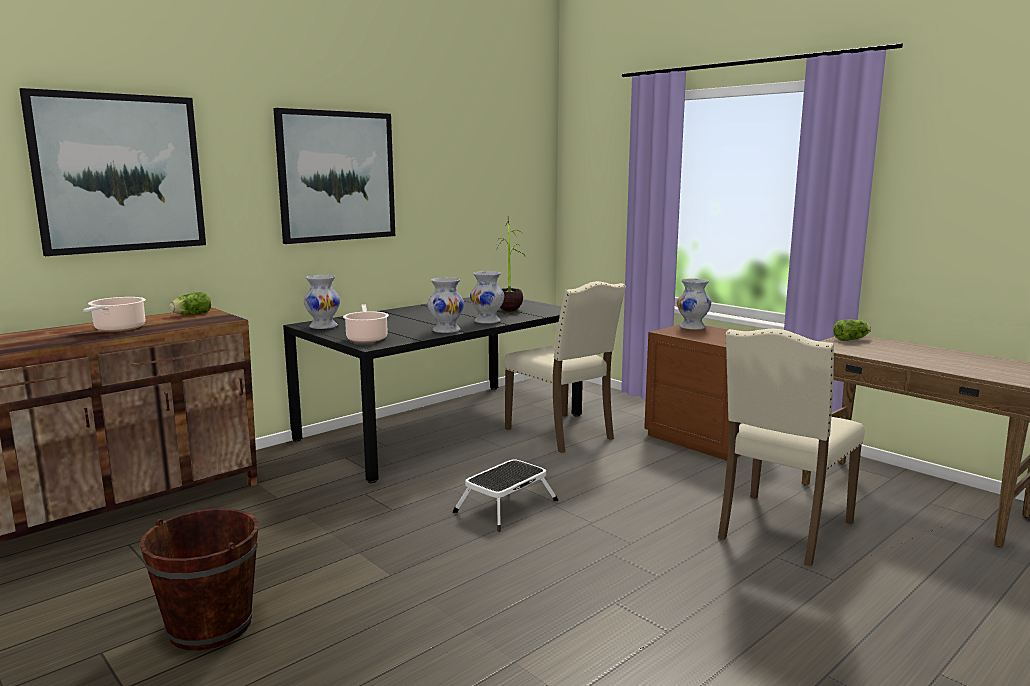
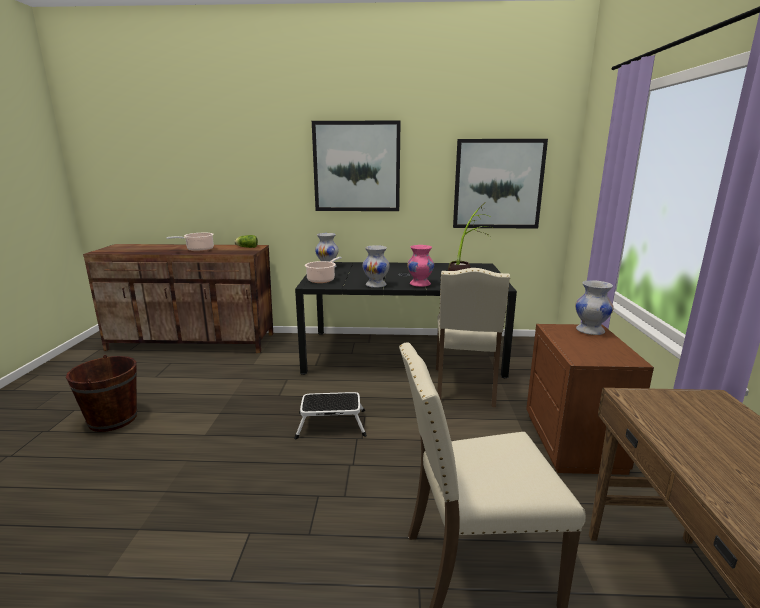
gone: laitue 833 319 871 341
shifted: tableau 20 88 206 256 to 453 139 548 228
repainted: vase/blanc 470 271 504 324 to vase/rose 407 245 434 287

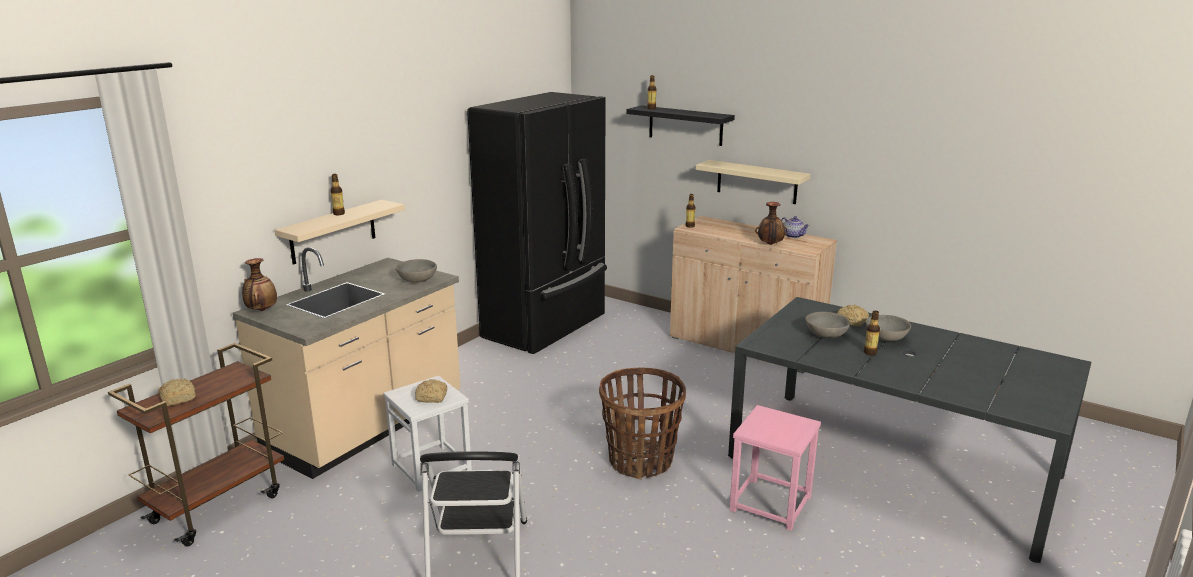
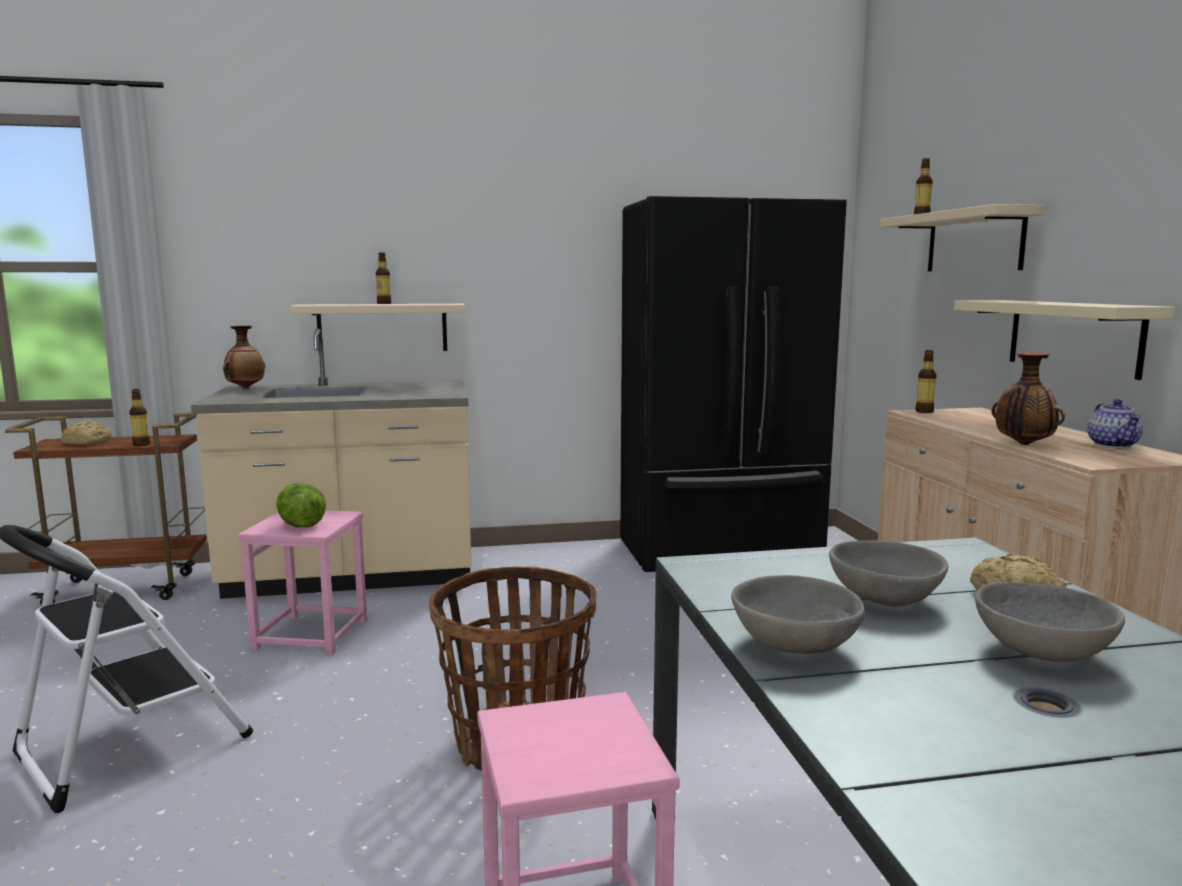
shifted: bouteille 864 311 880 355 to 129 389 150 446; bol/gris 396 259 437 283 to 731 575 865 654
swapped: pain 415 379 447 403 to laitue 276 483 326 528
repainted: tabouret/blanc 383 376 472 492 to tabouret/rose 238 510 367 655; étagère/noir 626 106 735 146 to étagère/beige 880 204 1045 272

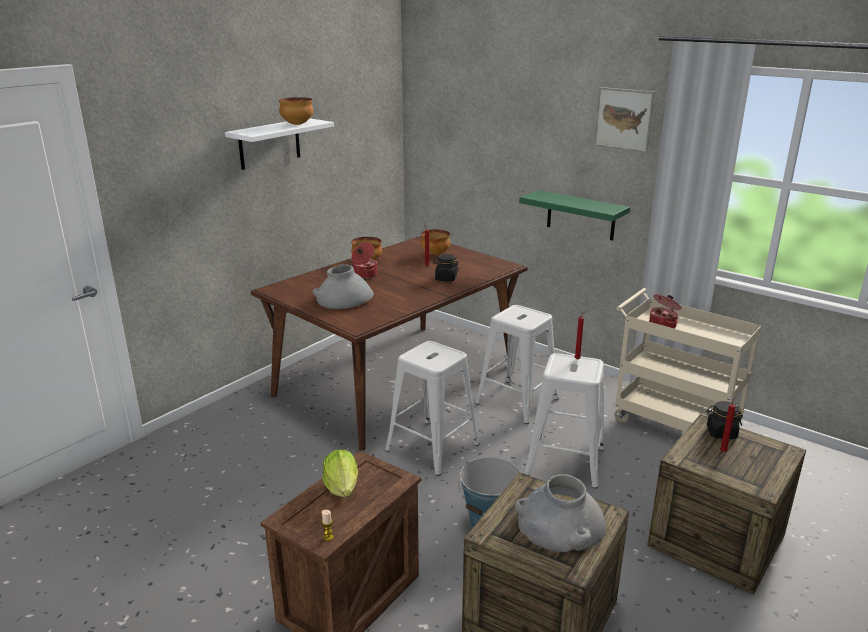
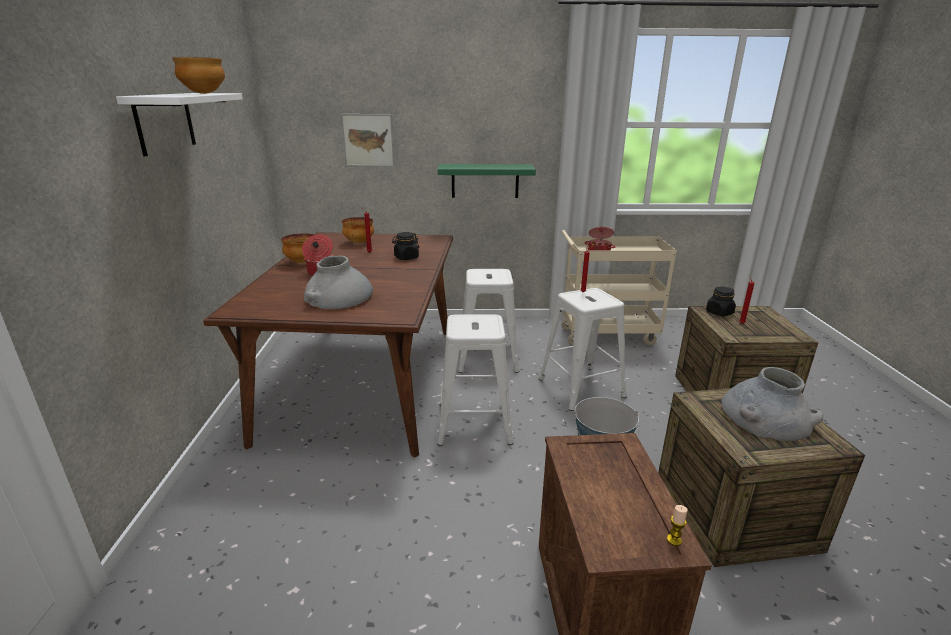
gone: laitue 323 450 358 497
shifted: tableau 594 87 655 153 to 341 114 395 167

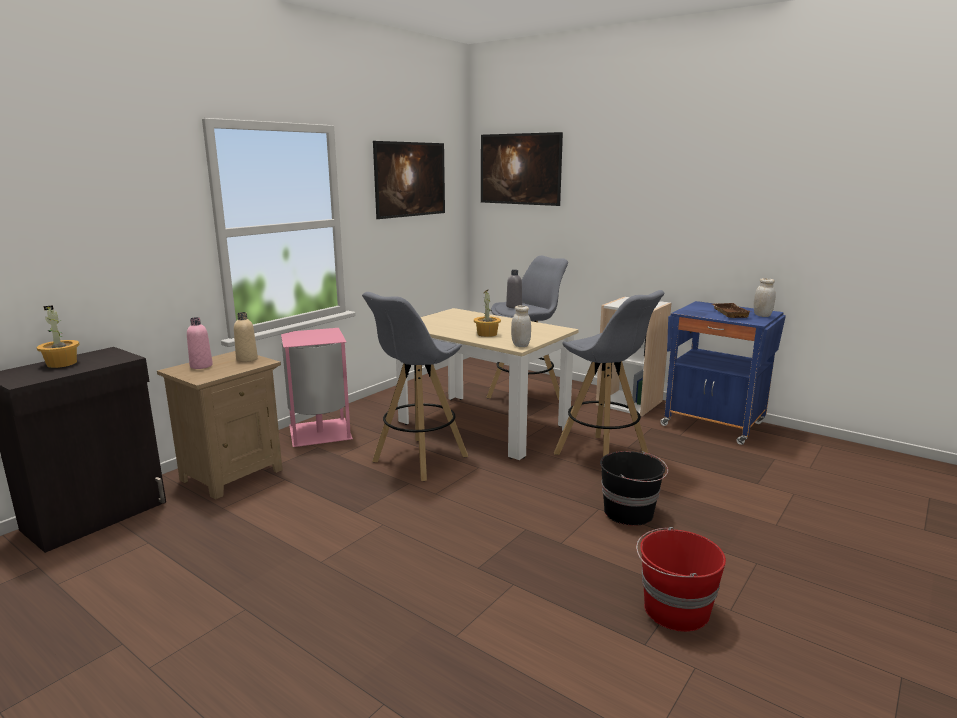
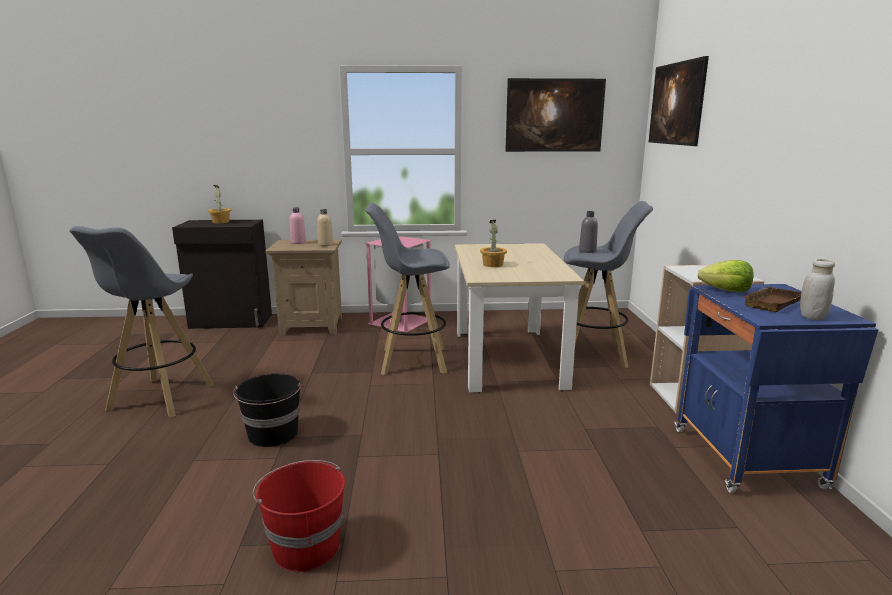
gone: bocal/blanc 511 305 531 347
new: laitue 698 260 754 292
shifted: tabouret/gris 554 290 665 457 to 70 226 214 418; seau/noir 600 451 668 526 to 233 373 301 447

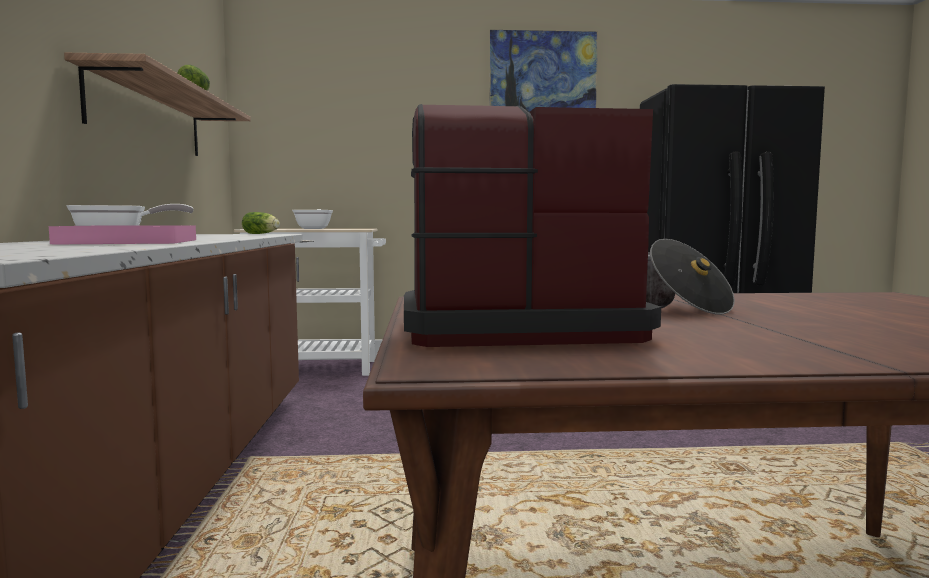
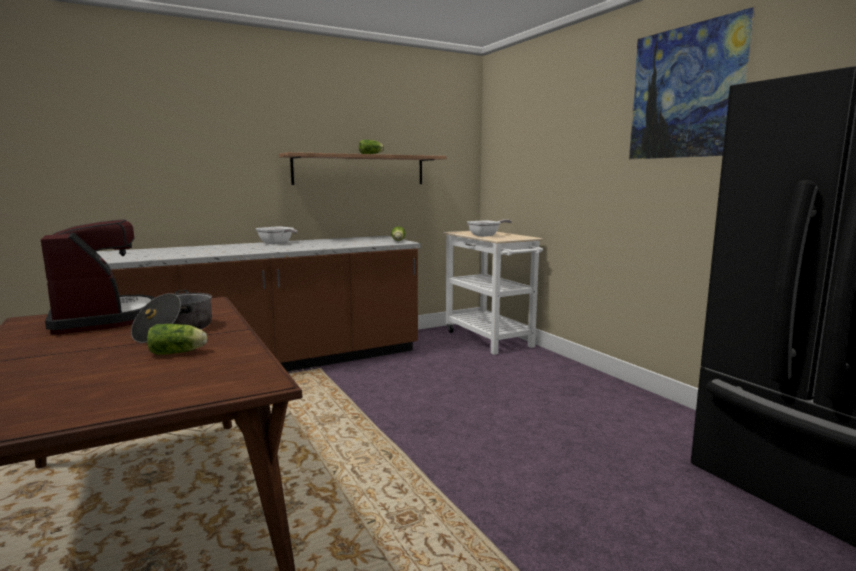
gone: plateau/rose 49 225 196 245
new: laitue 147 324 207 355

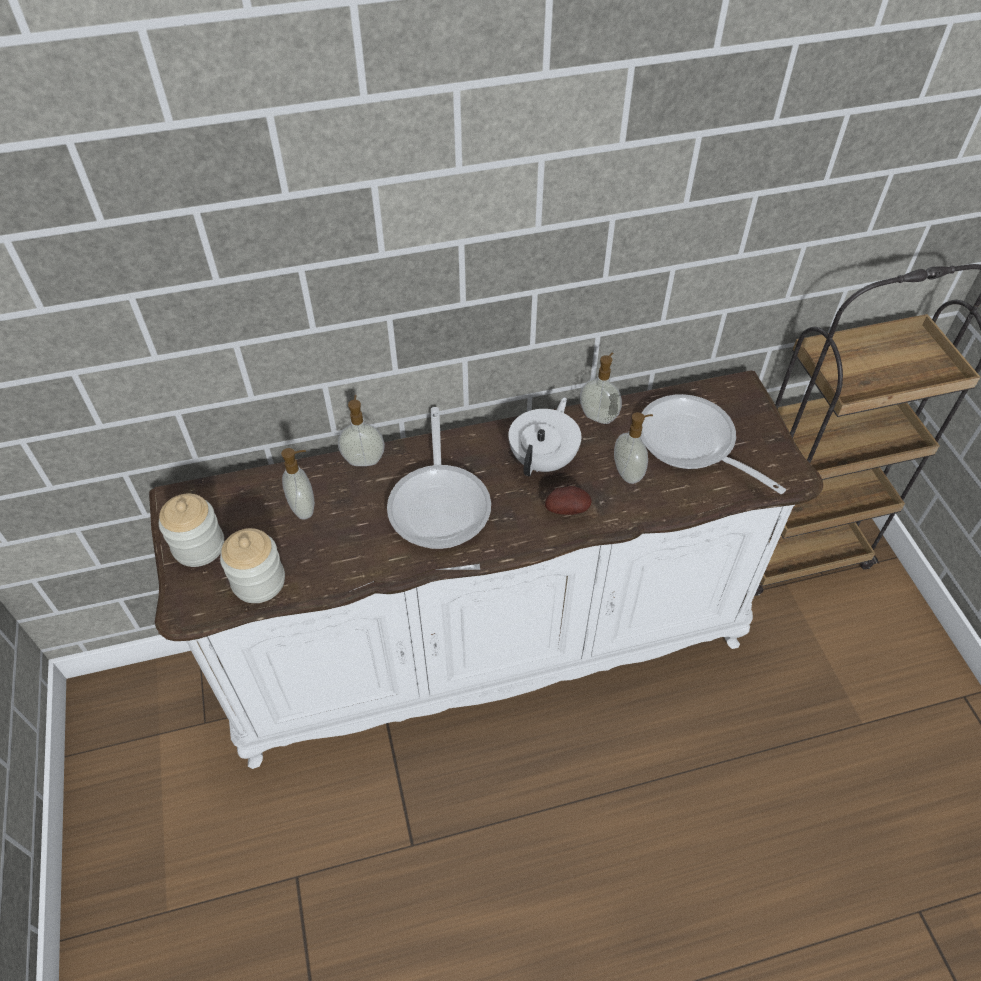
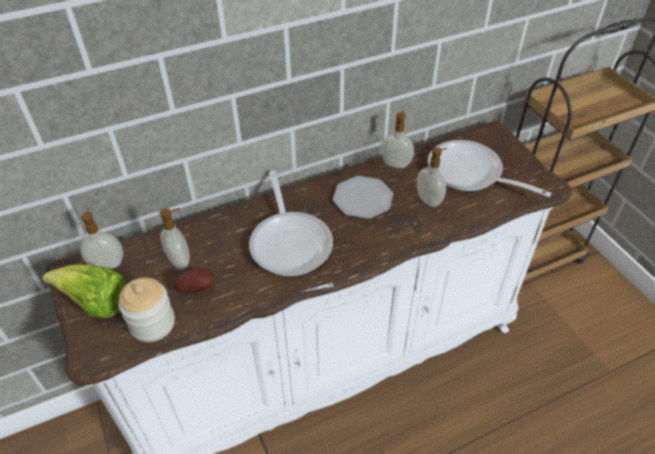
shifted: distributeur de savon 338 395 385 466 to 80 208 124 269; pomme de terre 545 486 592 515 to 174 267 214 293
swapped: bocal 159 493 224 567 to laitue 43 264 126 318; théière/blanc 508 397 581 476 to assiette 333 176 393 219

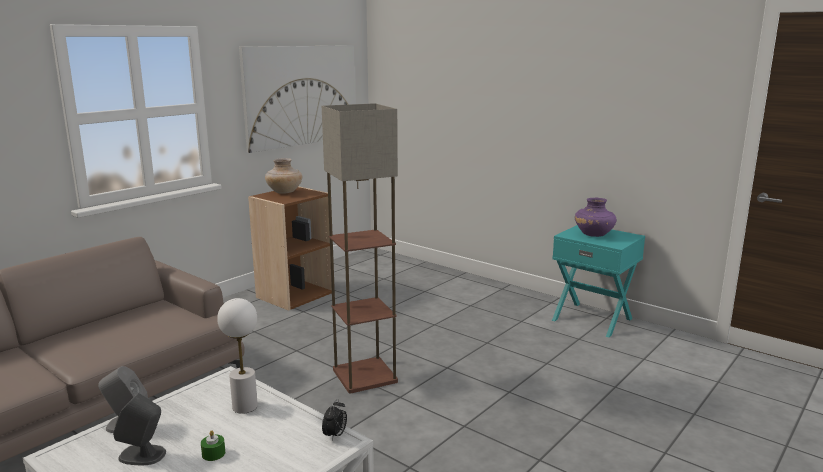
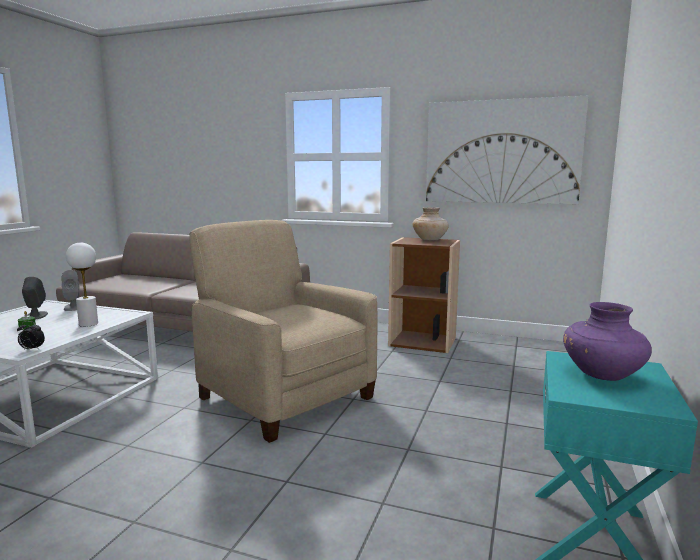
swapped: lampadaire 322 103 398 394 to fauteuil/beige 189 220 377 443

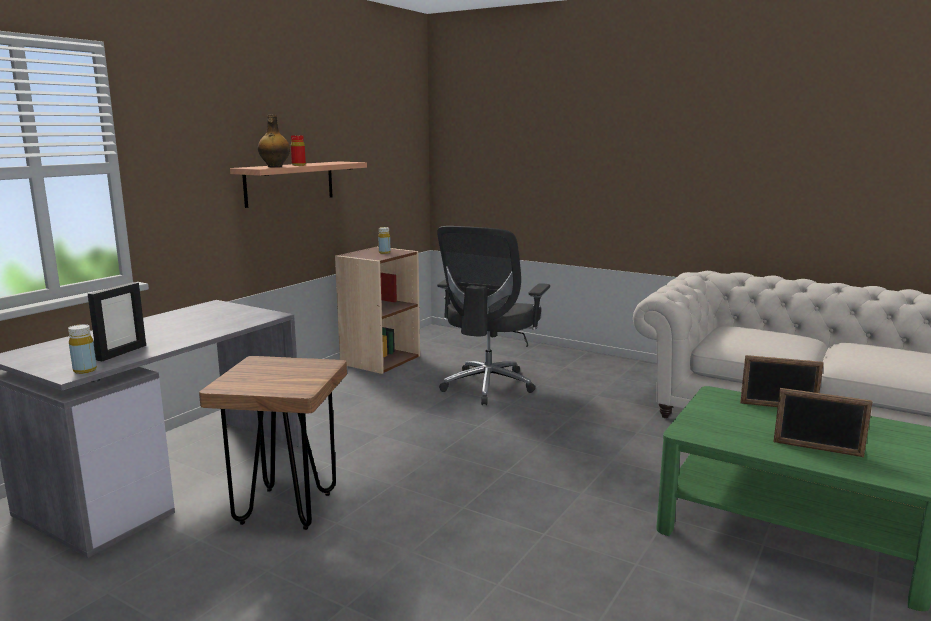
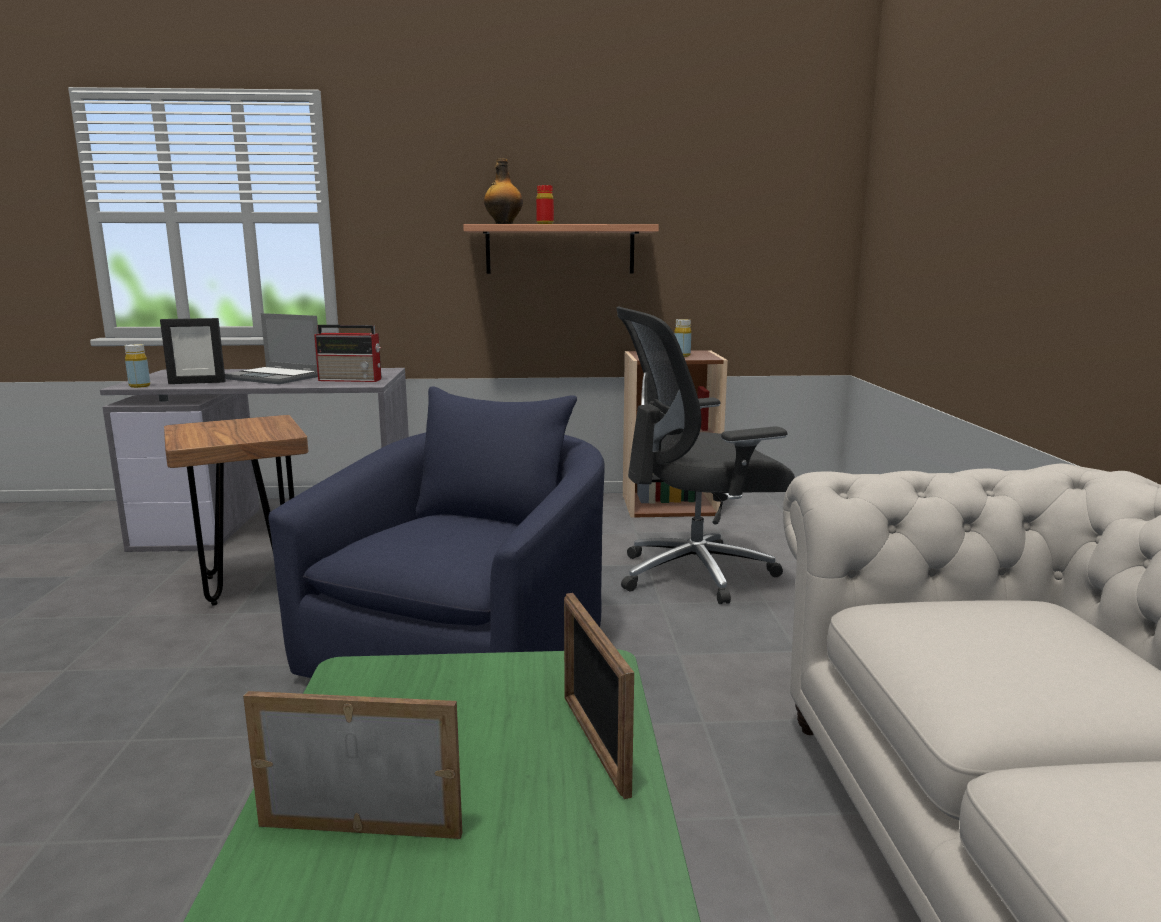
new: ordinateur portable 225 313 318 384; fauteuil/bleu 268 386 605 678; radio 314 325 382 382
rotated: cadre photo 773 388 873 457 = 243 691 462 839 105 degrees clockwise

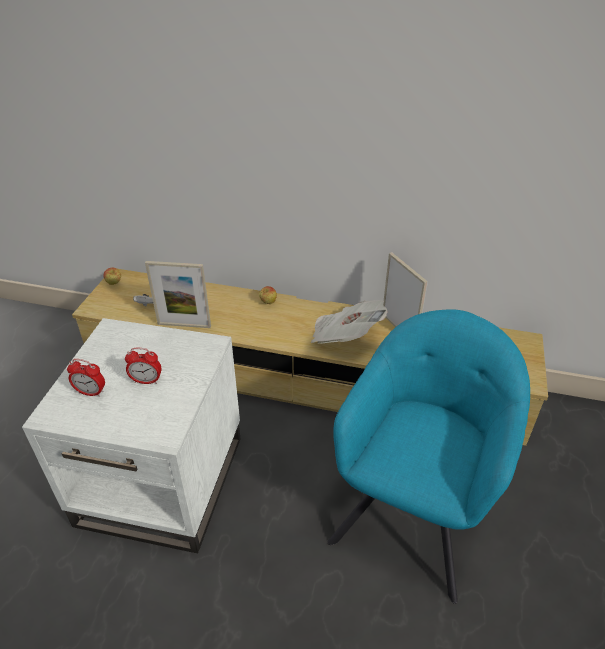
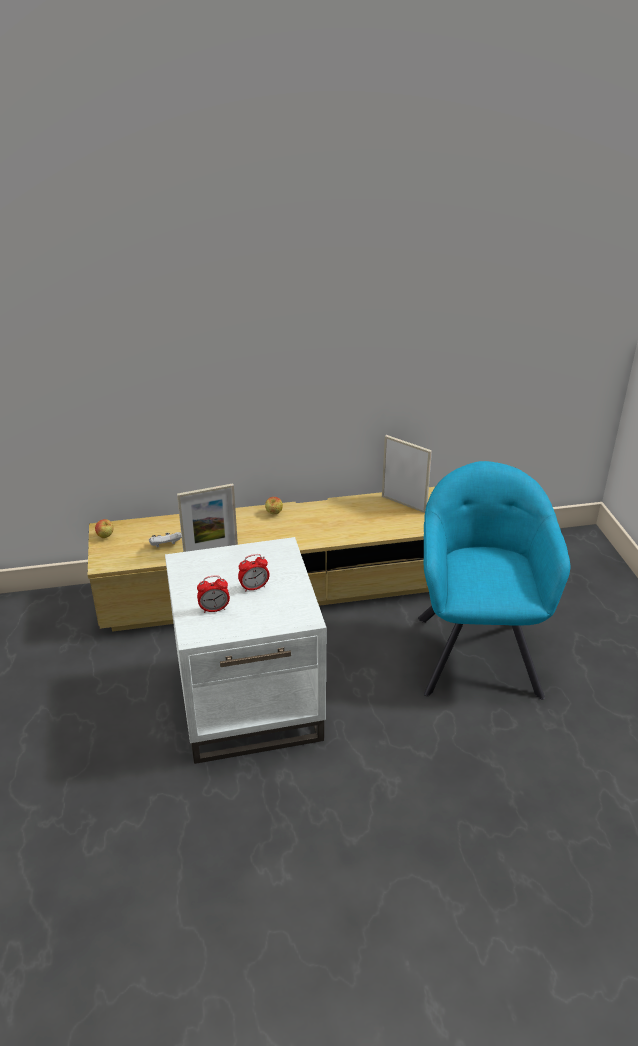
gone: journal 311 300 387 343

